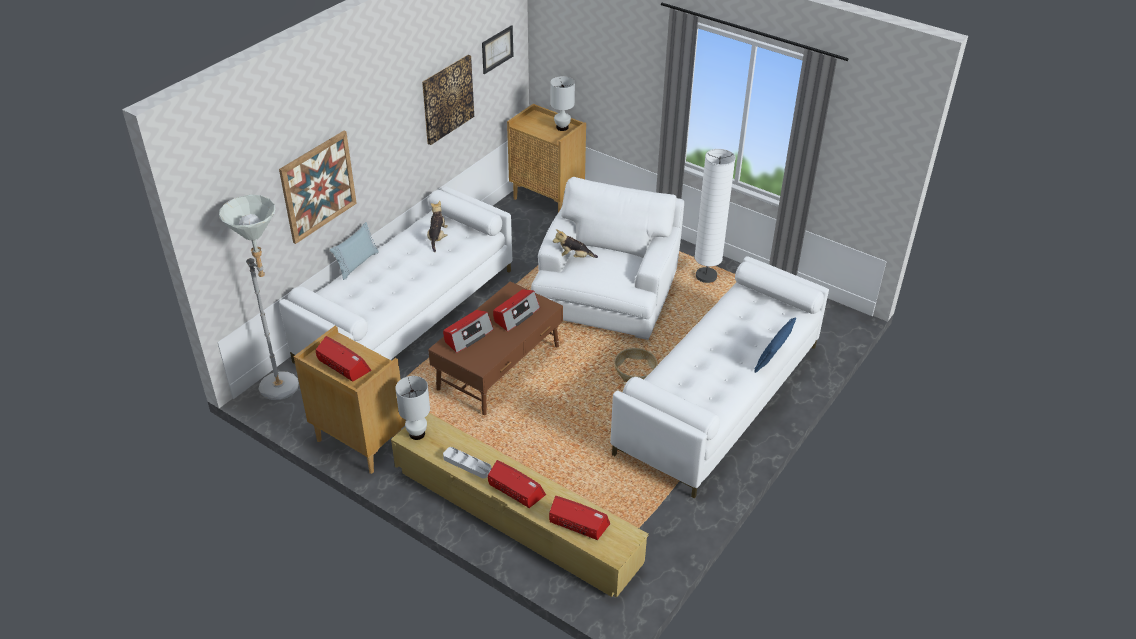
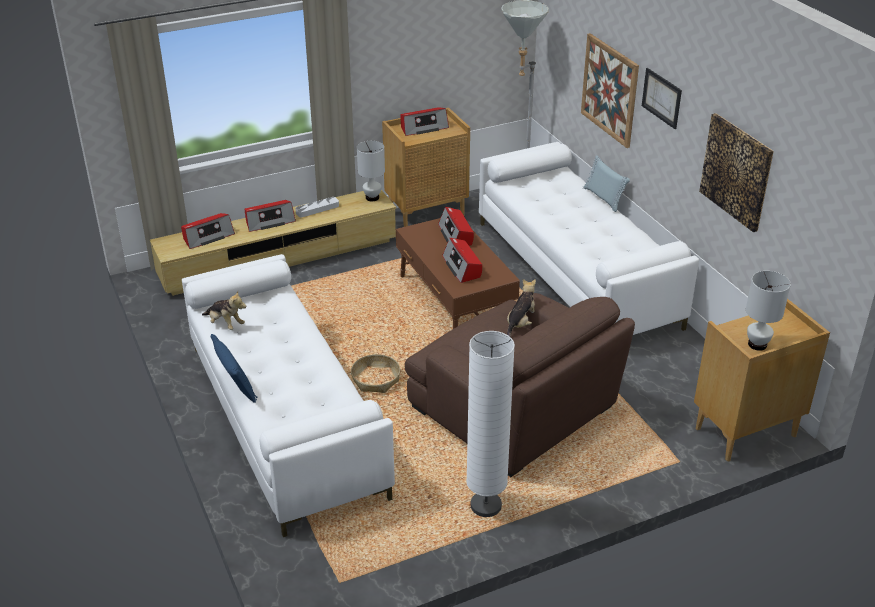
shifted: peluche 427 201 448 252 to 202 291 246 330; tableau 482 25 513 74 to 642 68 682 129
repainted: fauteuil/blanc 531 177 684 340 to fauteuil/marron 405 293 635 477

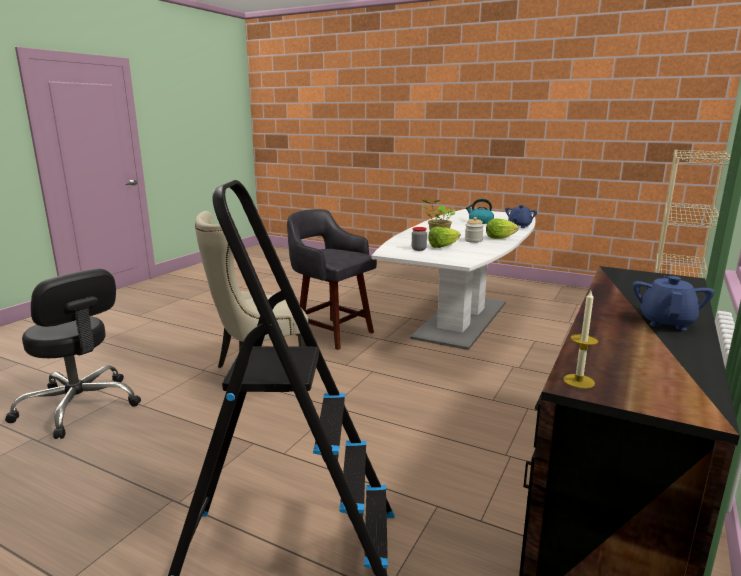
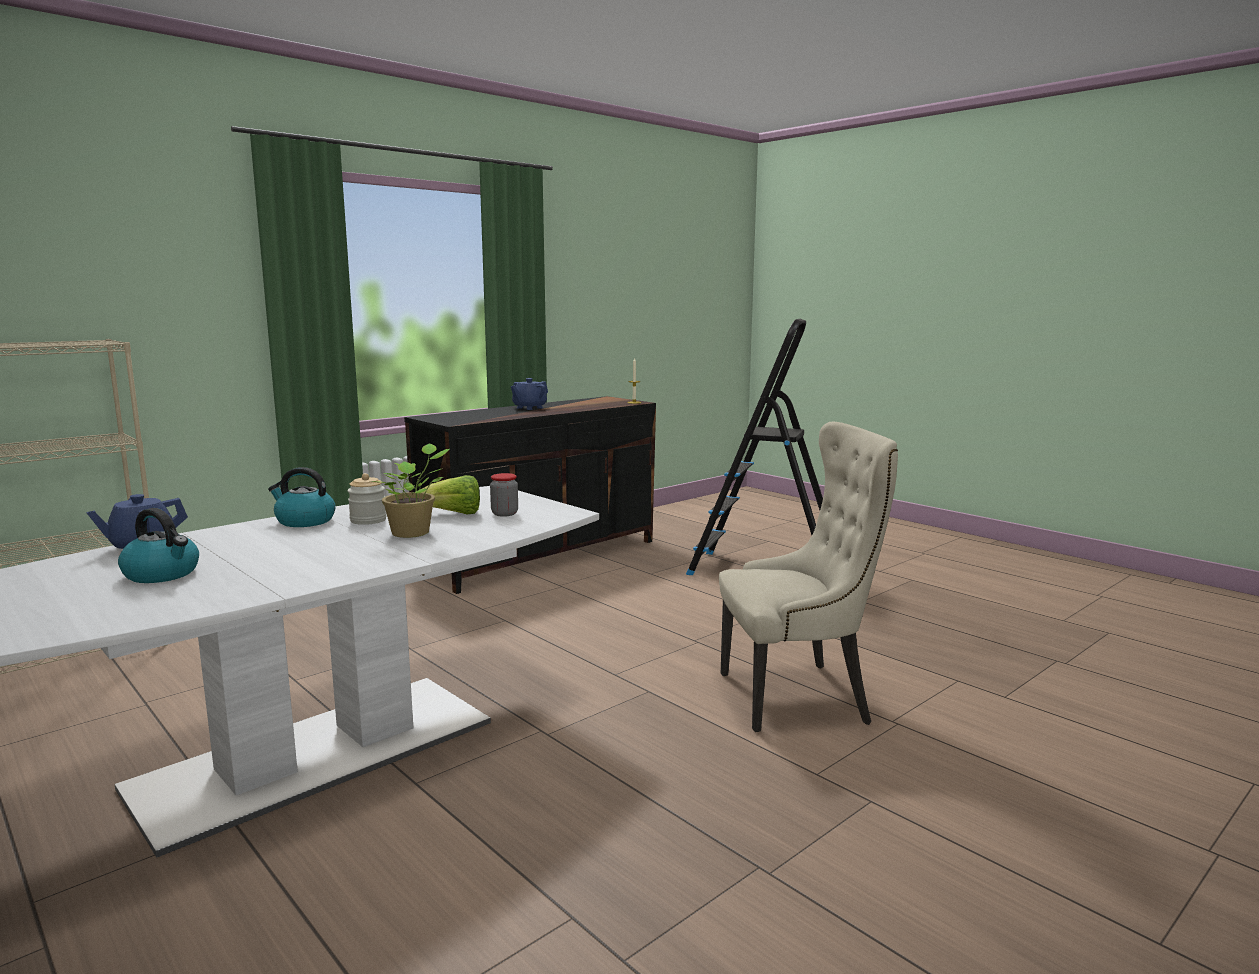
gone: chaise de bureau/noir 5 269 141 439; tabouret/gris 287 209 377 350
swapped: laitue 486 219 518 239 to bouilloire 268 467 336 527

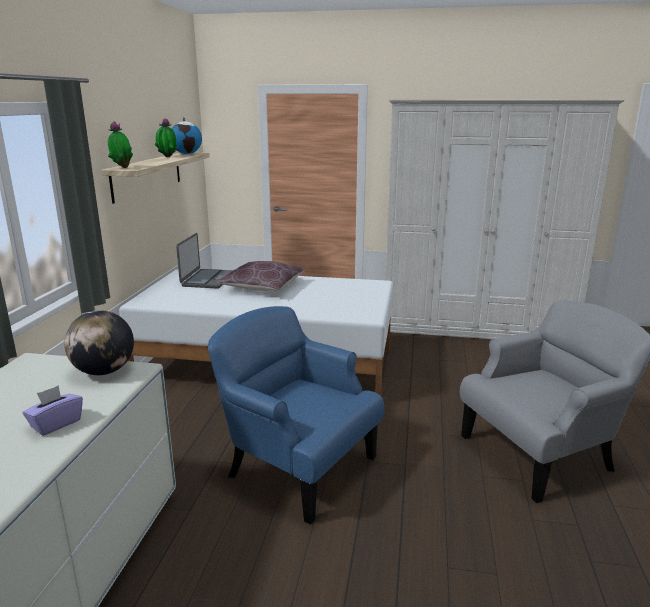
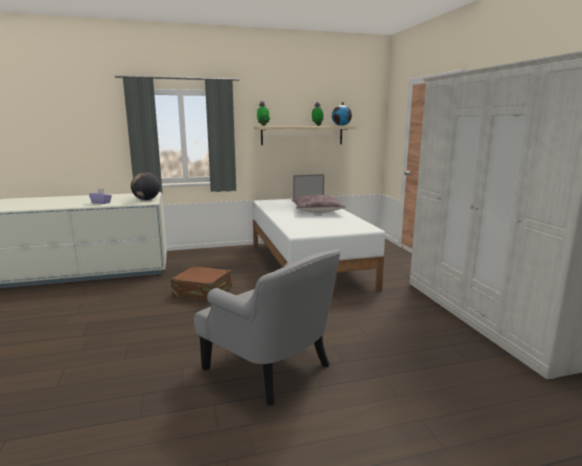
swapped: fauteuil/bleu 208 306 385 525 to valise/marron 170 266 232 301

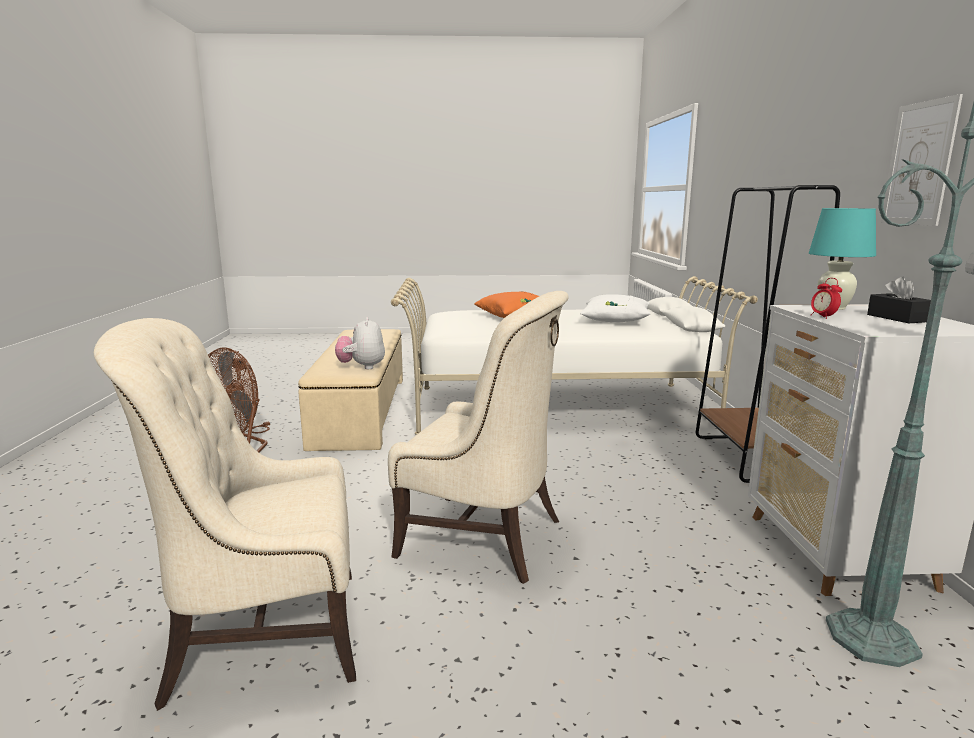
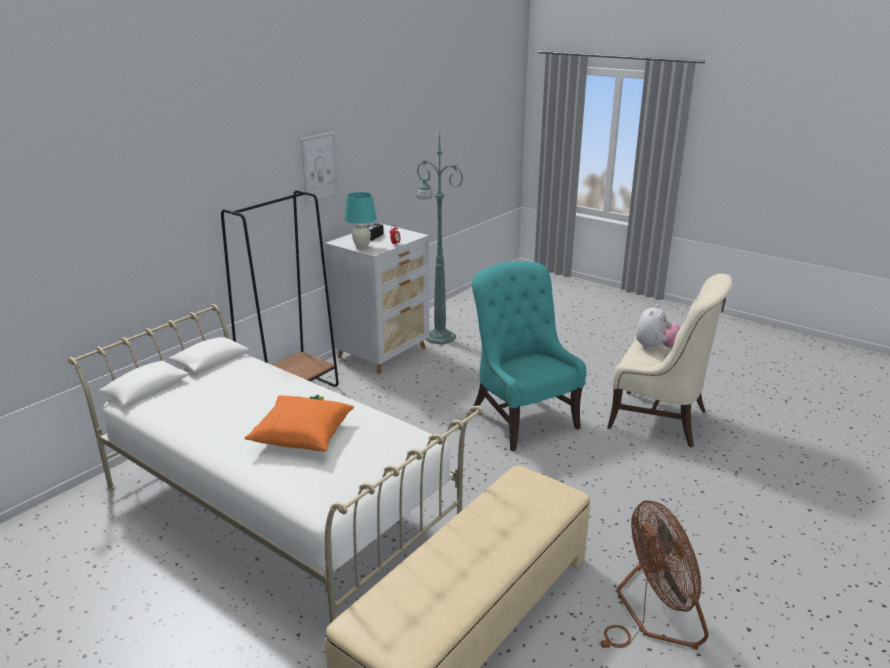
gone: coussin/blanc 580 294 651 322
shifted: peluche 335 317 385 369 to 636 305 680 350
repainted: fauteuil/beige 388 291 569 584 to fauteuil/turquoise 472 261 586 451

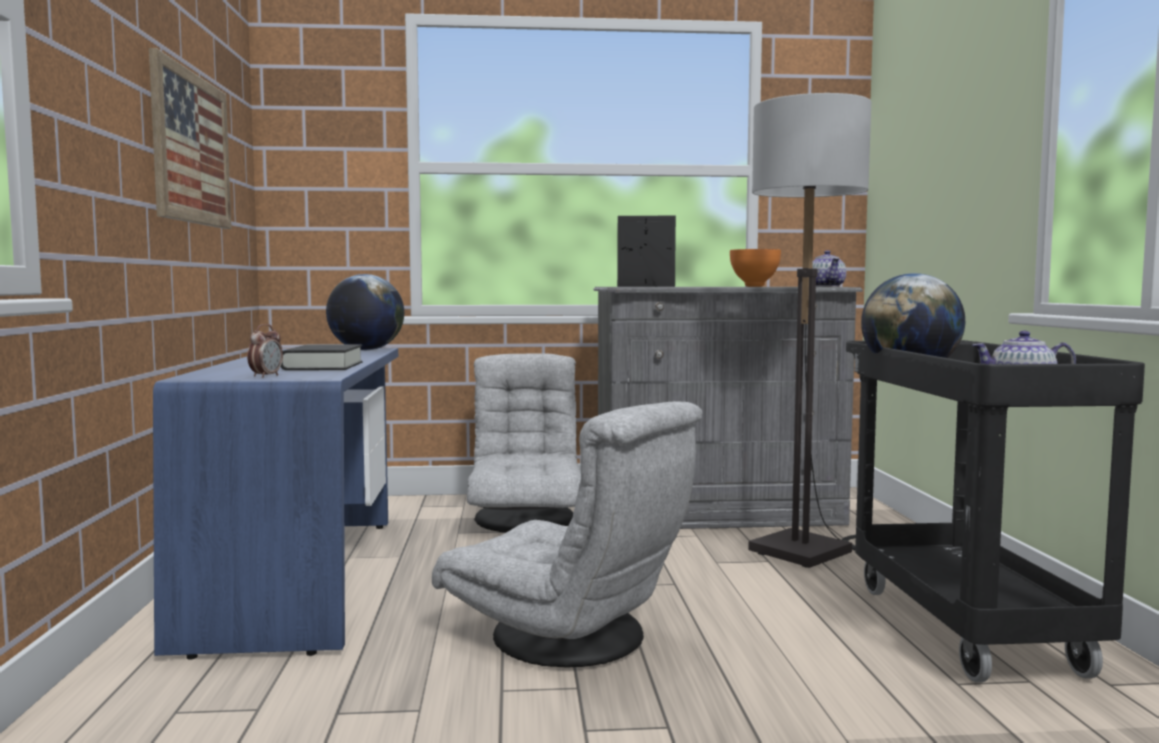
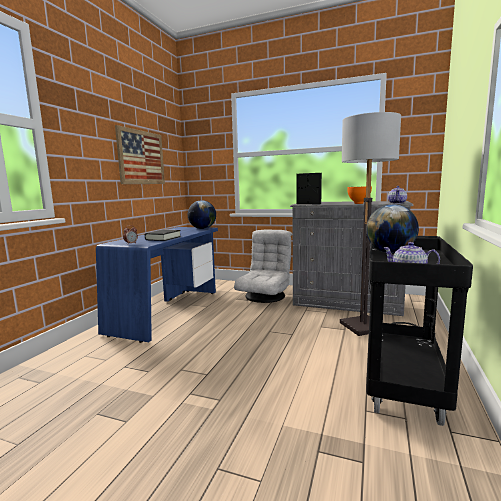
gone: fauteuil/gris 432 402 702 668

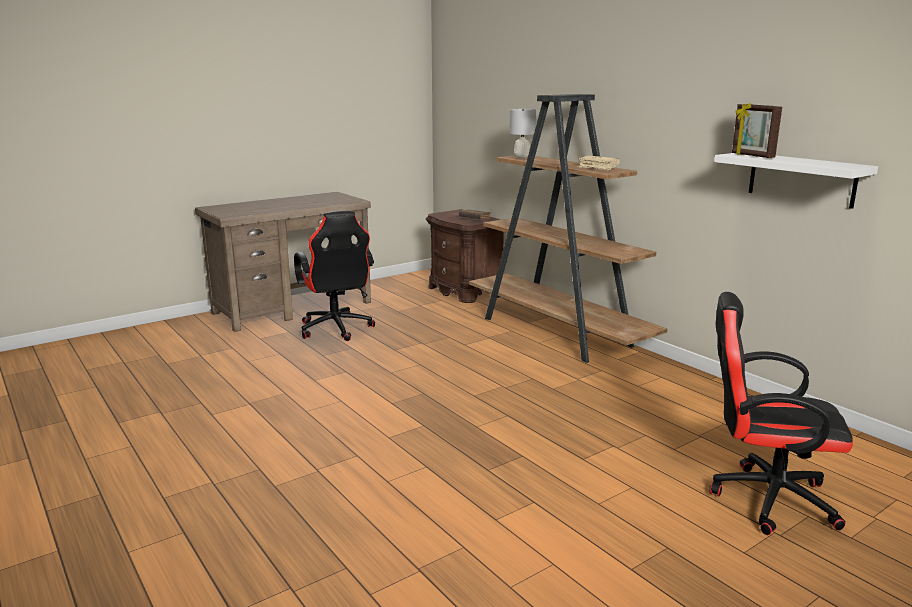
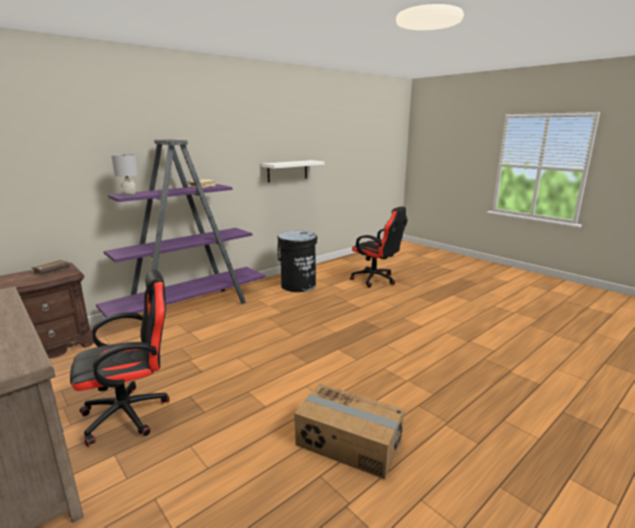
gone: cadre photo 732 103 782 158
new: poubelle/noir 277 231 317 292; carton 294 383 405 479
repainted: bibliothèque/marron 469 94 668 363 to bibliothèque/violet 96 139 265 317
rotated: chaise de bureau/noir 709 292 853 535 = 350 206 408 288 60 degrees counterclockwise

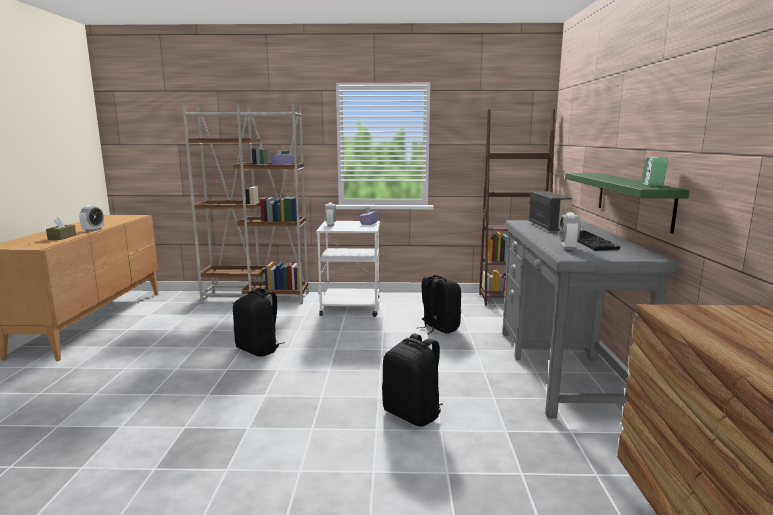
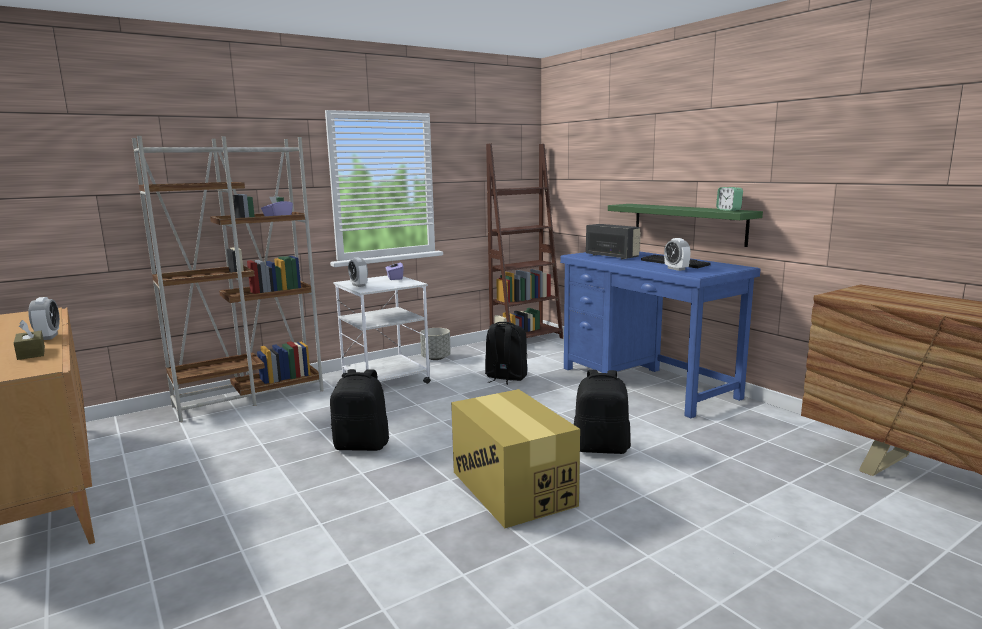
new: cache-pot/gris 420 328 451 360; carton 451 389 580 528
repainted: bureau/gris 502 220 678 418 to bureau/bleu 560 251 760 418

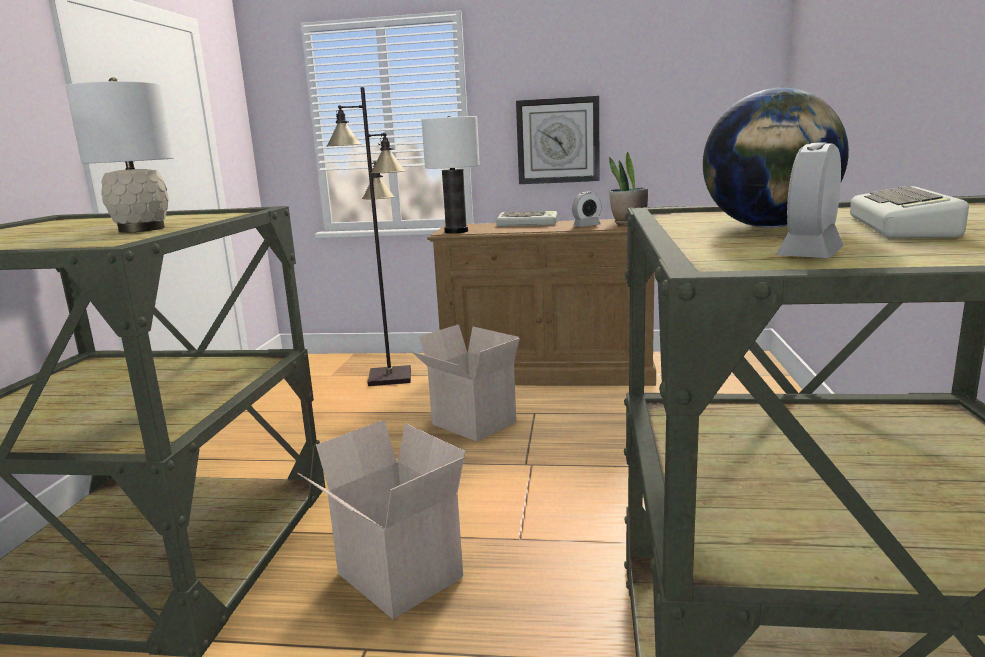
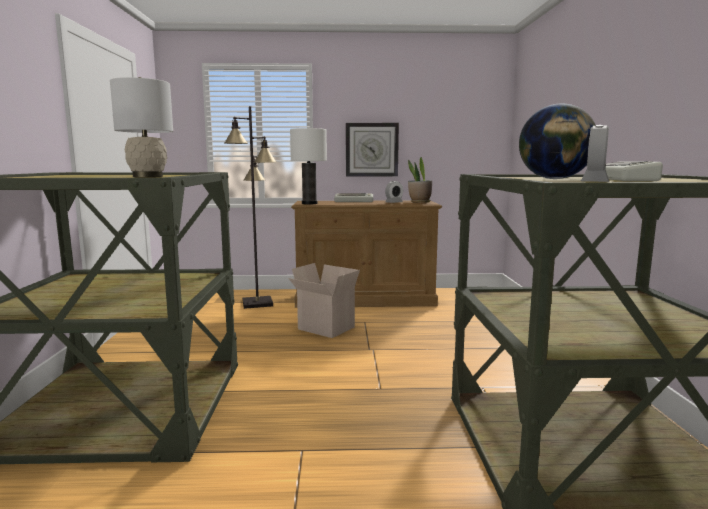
gone: carton 297 420 466 619

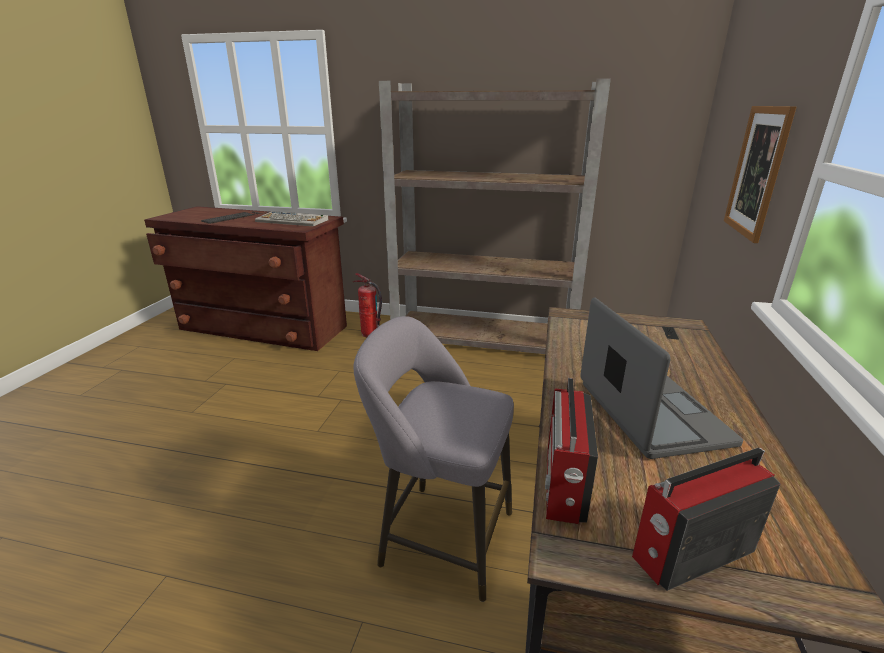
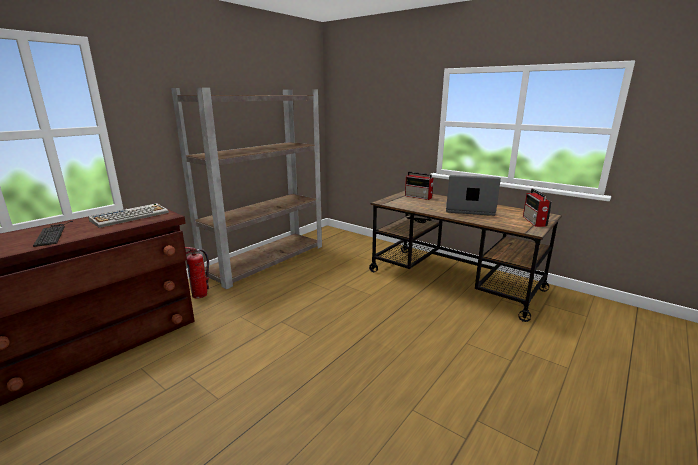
gone: tabouret/gris 354 316 514 602; tableau 724 106 796 243
shifted: radio 545 378 598 524 to 405 172 434 200

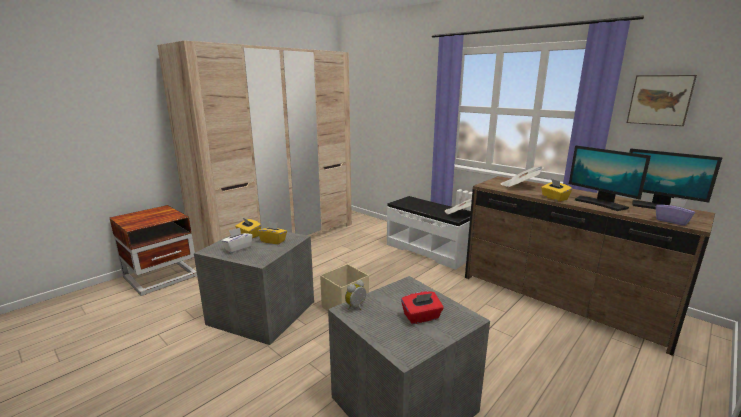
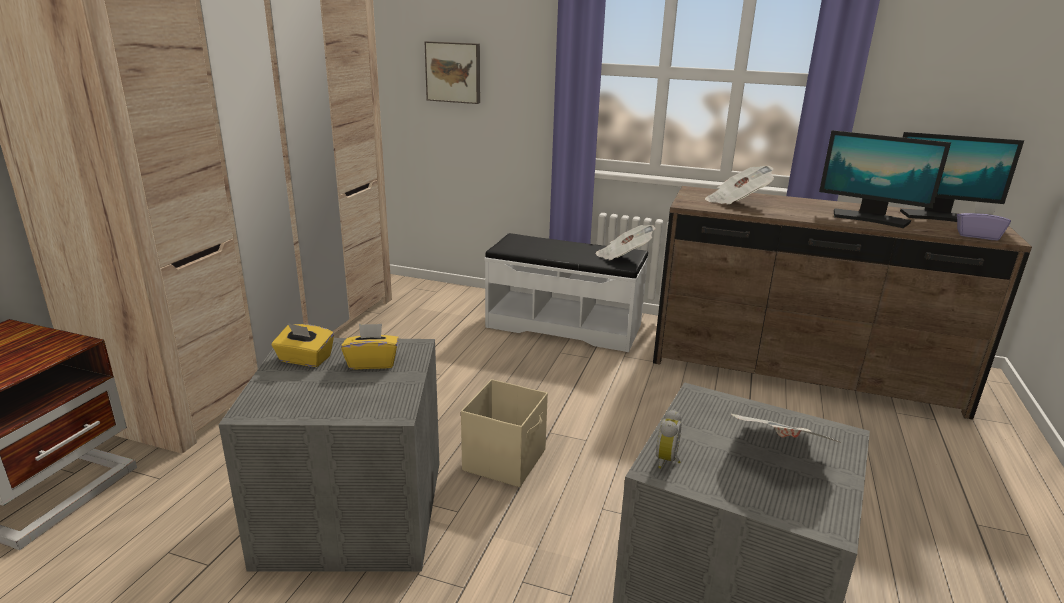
gone: boîte à mouchoirs/blanc 221 228 252 253; boîte à mouchoirs/jaune 541 179 572 201
shifted: tableau 627 75 697 126 to 425 41 480 104
swapped: boîte à mouchoirs/rouge 401 291 444 324 to journal 731 414 839 442

